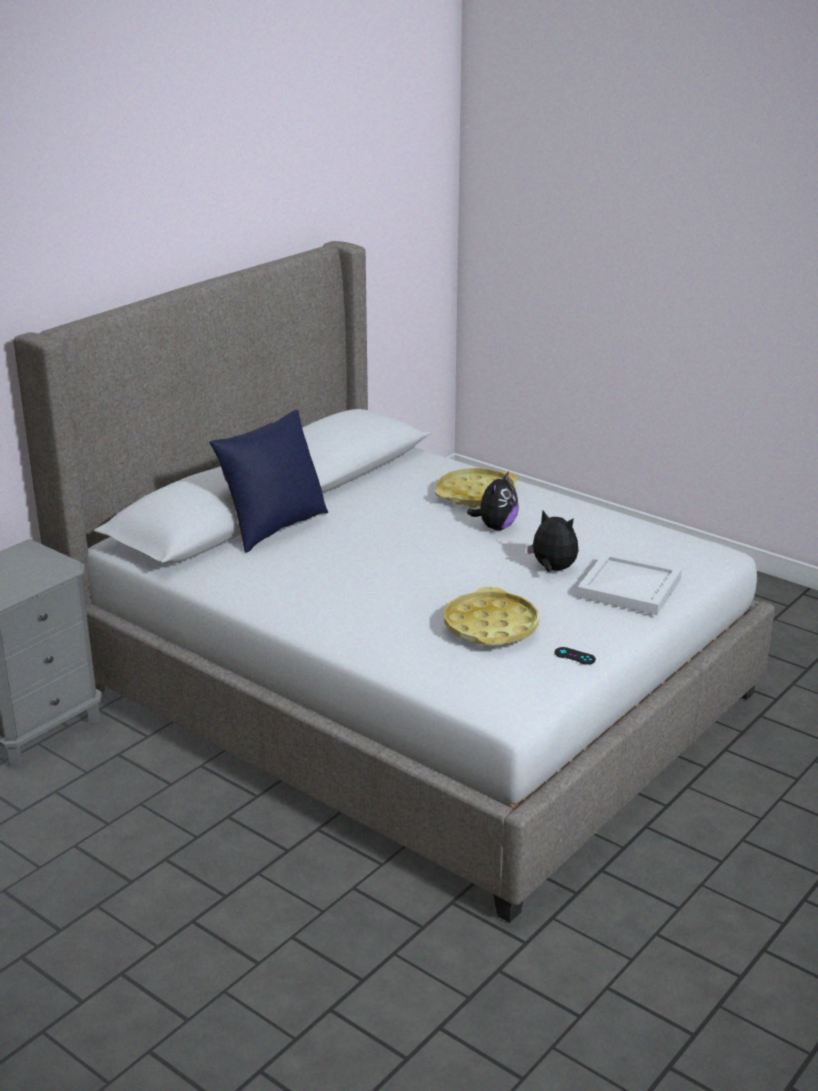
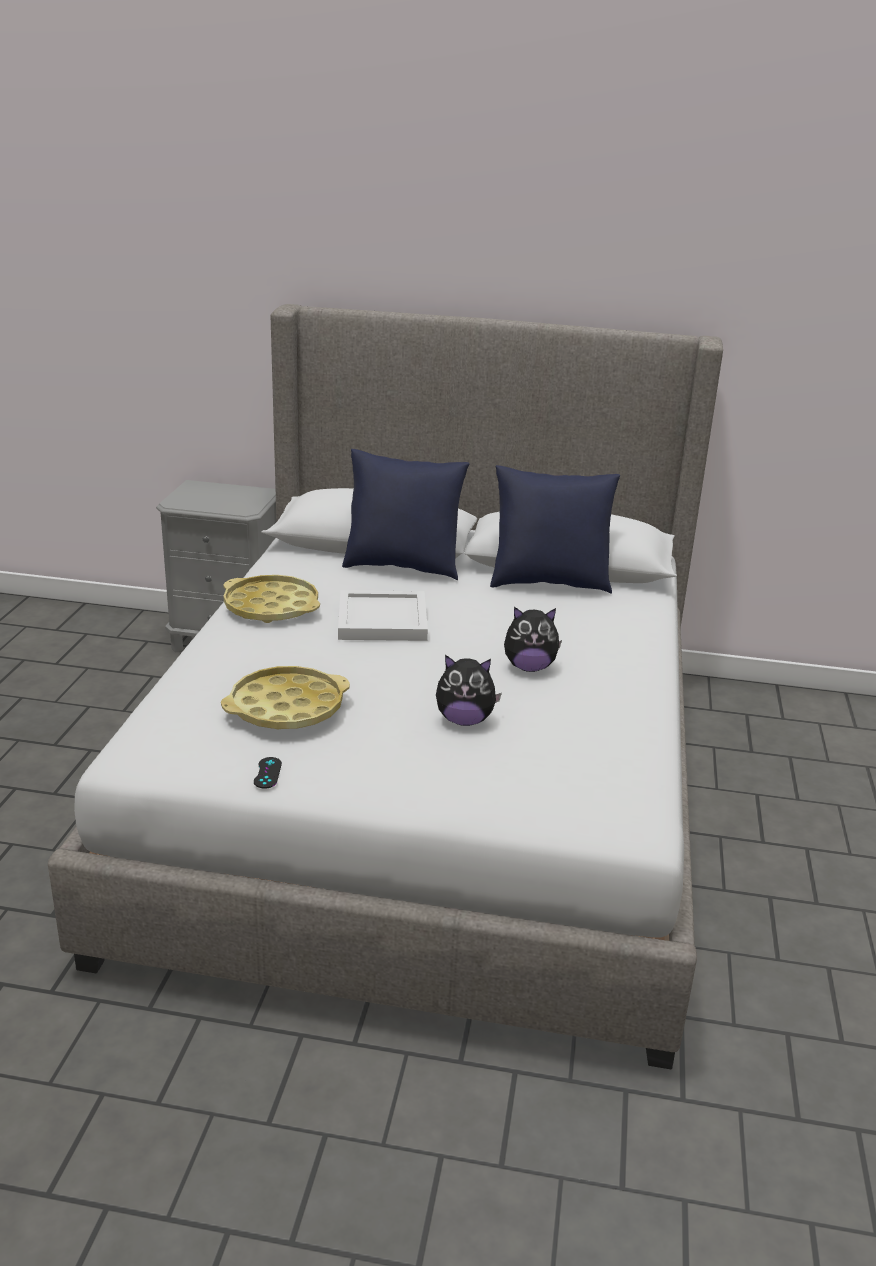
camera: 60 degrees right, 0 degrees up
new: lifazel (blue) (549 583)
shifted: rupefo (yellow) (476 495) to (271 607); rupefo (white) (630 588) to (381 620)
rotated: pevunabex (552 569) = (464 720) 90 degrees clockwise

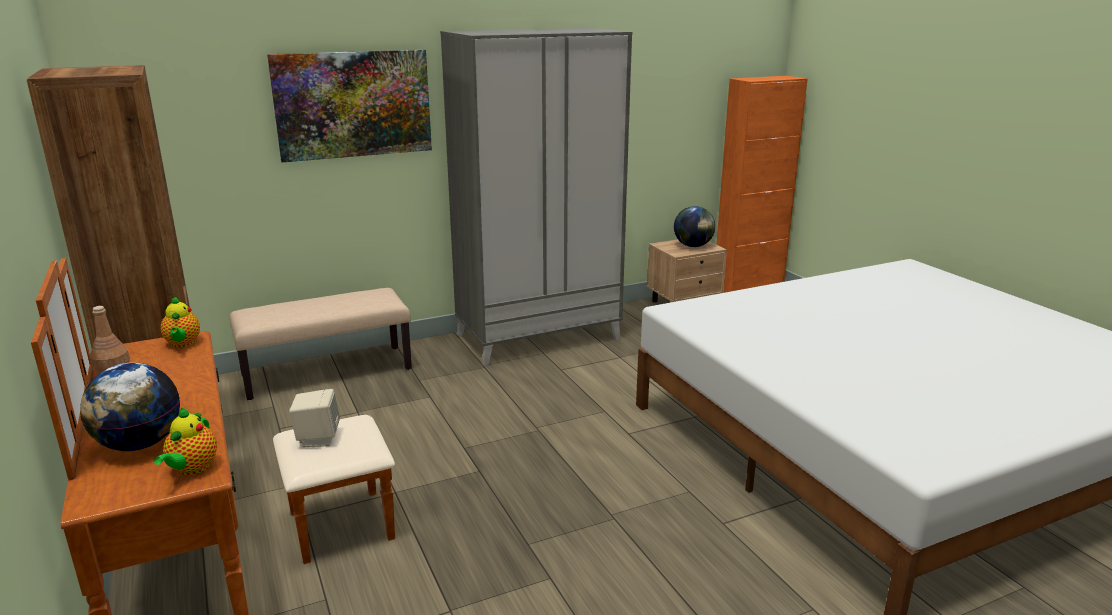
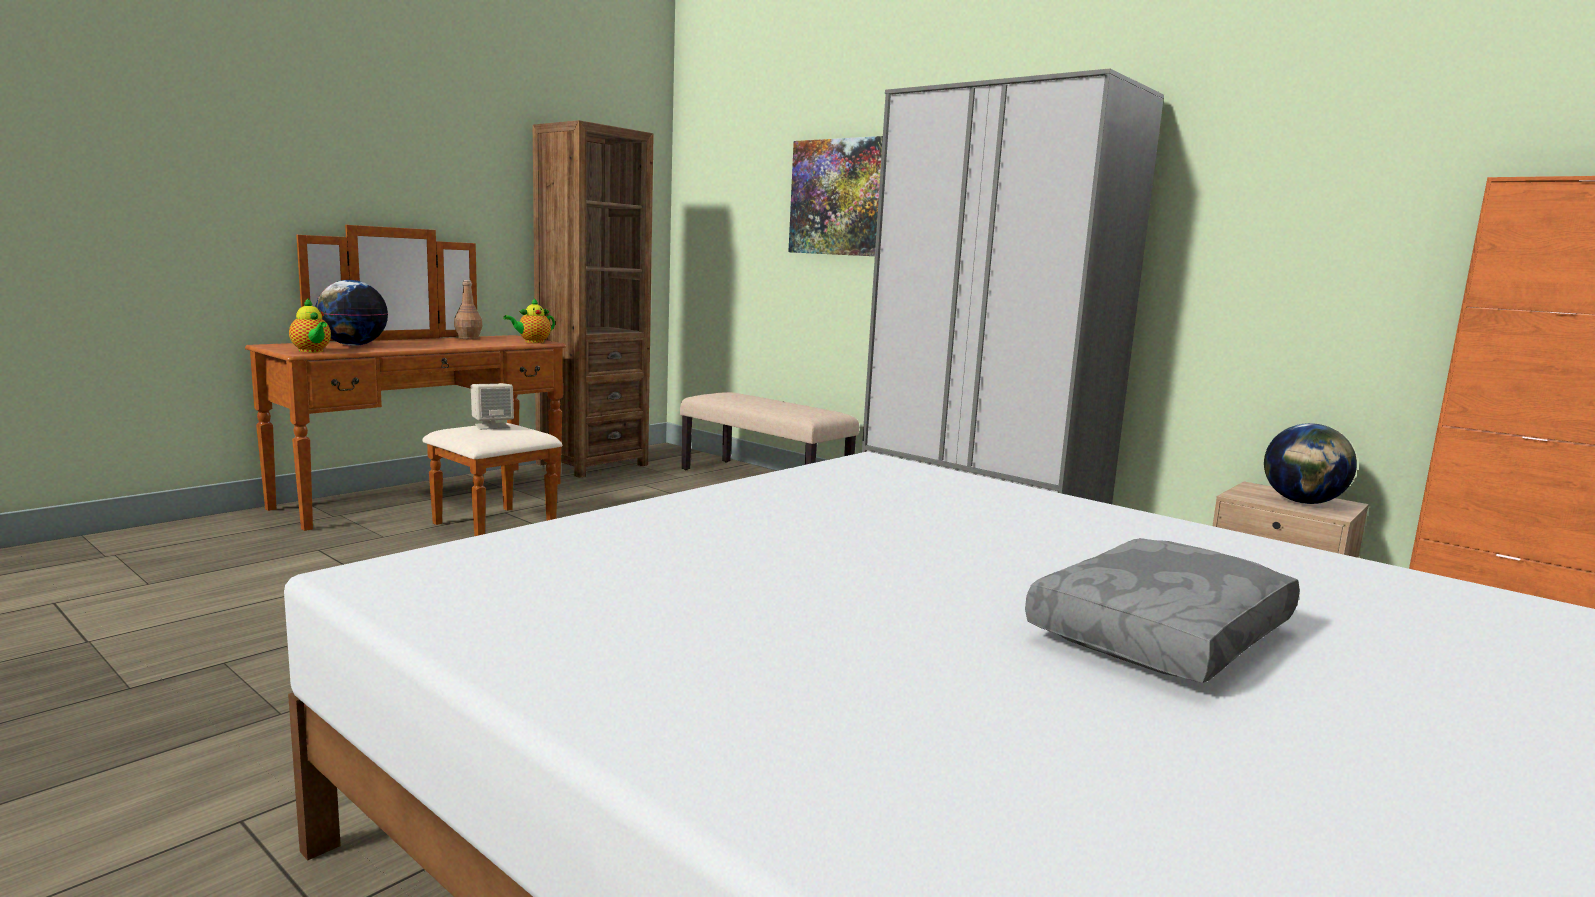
camera: 65 degrees right, 10 degrees down
new: lifazel (grey) (1164 635)
rotated: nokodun (192 469) = (312 351) 120 degrees counterclockwise

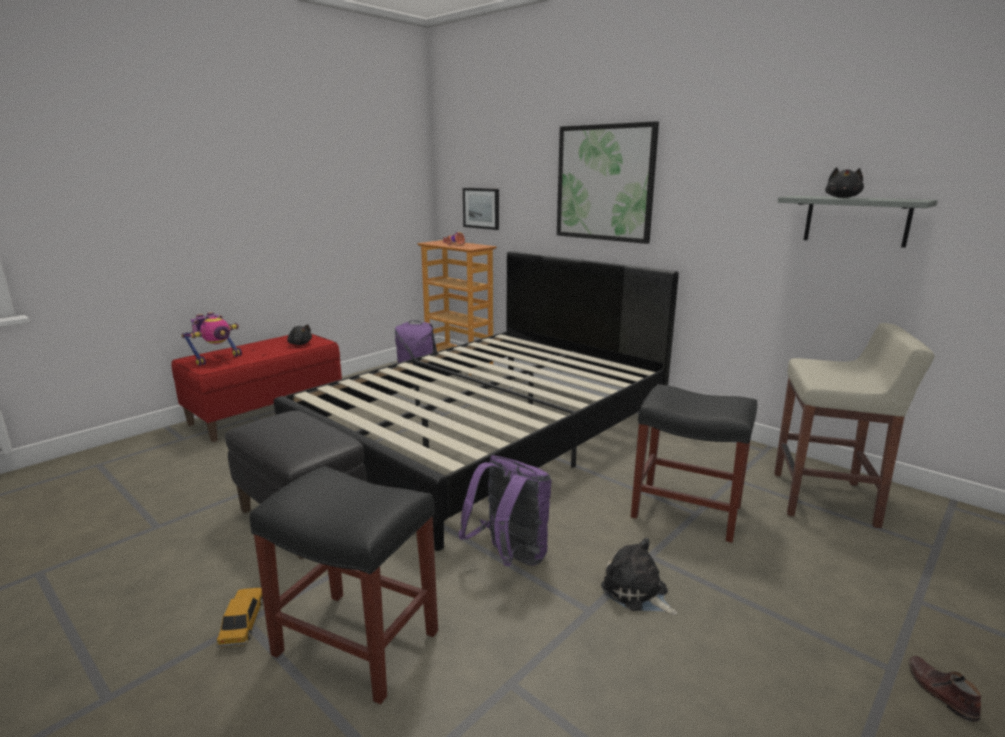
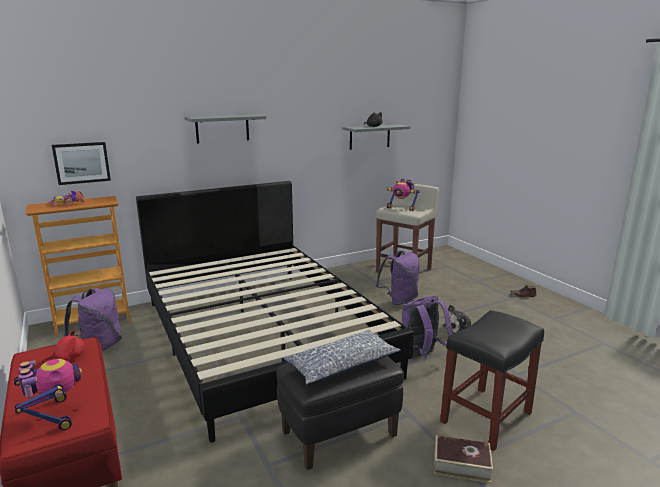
camera: 70 degrees left, 0 degrees up
new: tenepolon (402 208); lifazel (341 365)
swapped: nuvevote (604 183) to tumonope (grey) (222 128); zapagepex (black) (688 511) to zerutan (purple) (399 300); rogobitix (243 623) to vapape (461 464)
repainted: pevunabex (black) (300 344) to pevunabex (red) (68 357)

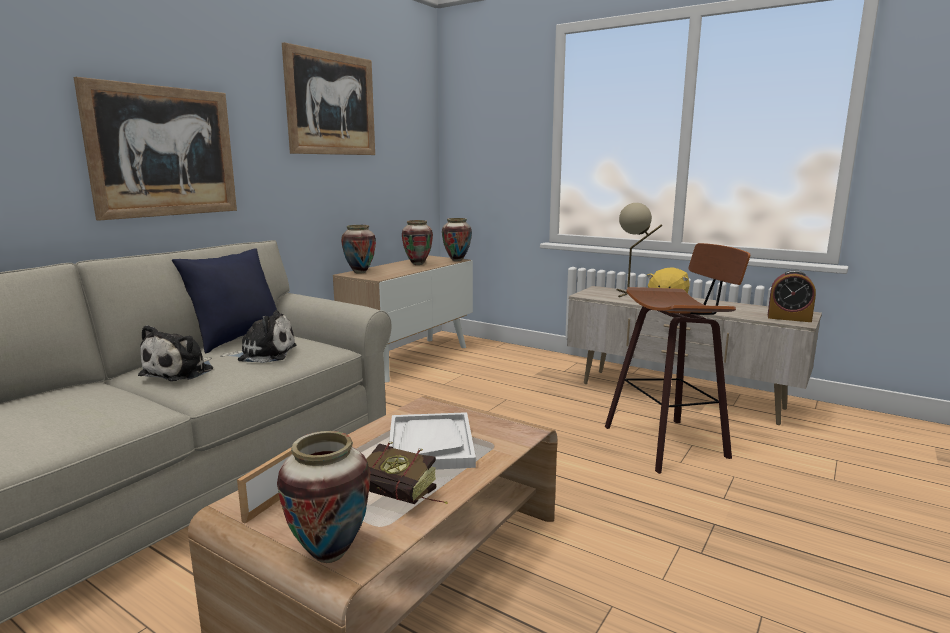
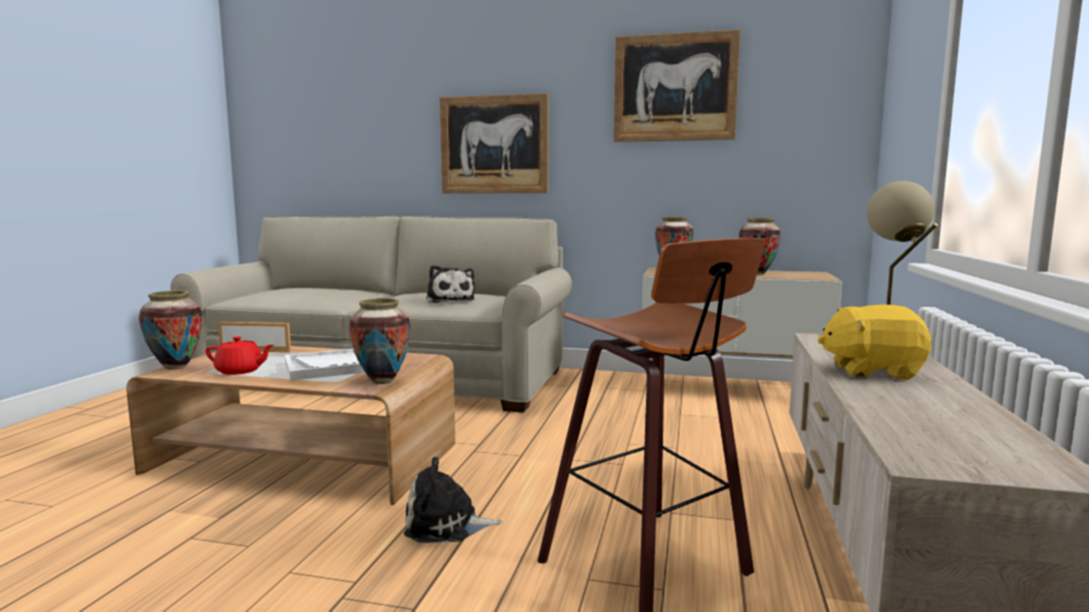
camera: 70 degrees right, 5 degrees down
gone: lifazel (blue) (236 339); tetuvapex (789 318)
shifted: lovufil (457 260) to (382 381); pevunabex (181 372) to (446 525)
swapped: vapape (403 499) to nokodun (red) (240 371)

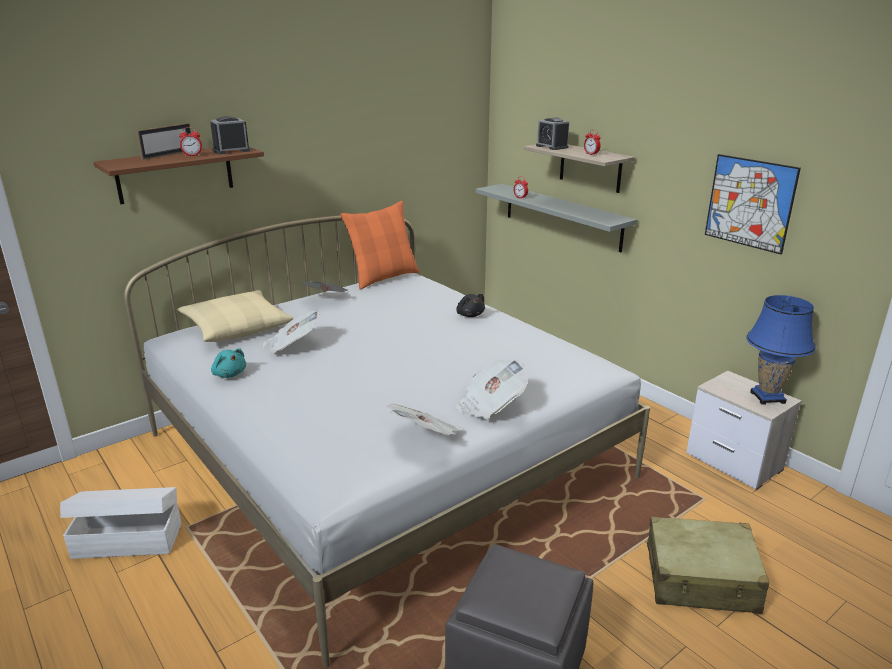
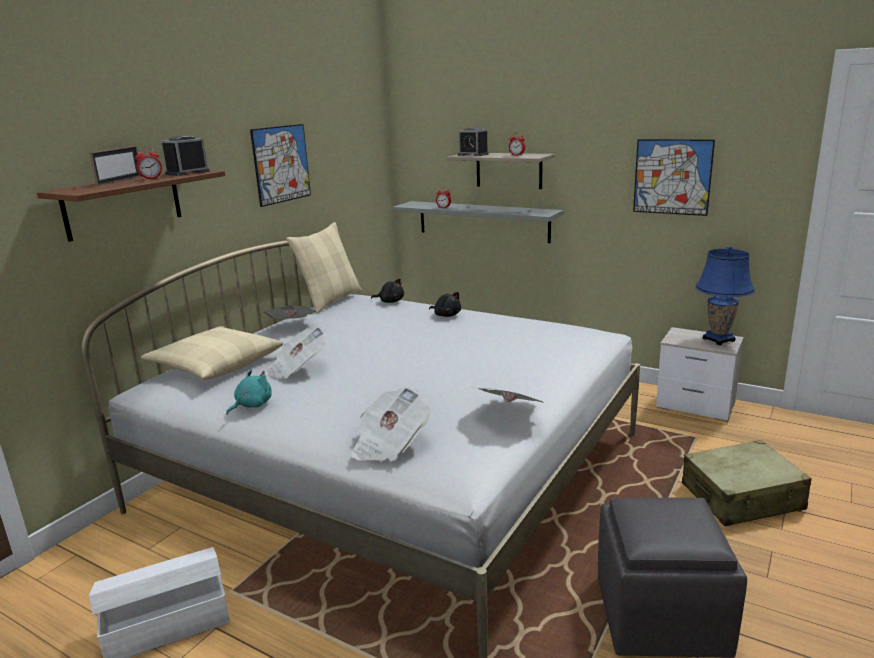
camera: 20 degrees left, 5 degrees down
new: nuvevote (281 164); pevunabex (black) (390 301)
shifted: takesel (490 405) to (389 444)
repainted: lifazel (orange) (383 277) to lifazel (beige) (330 300)
rotated: pevunabex (turquoise) (229 374) = (252 405) 75 degrees counterclockwise

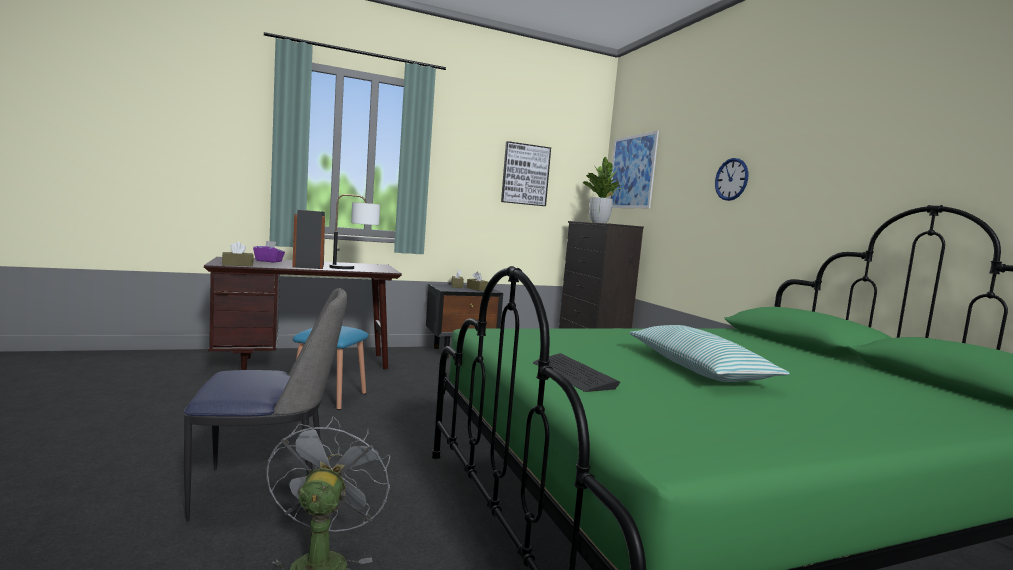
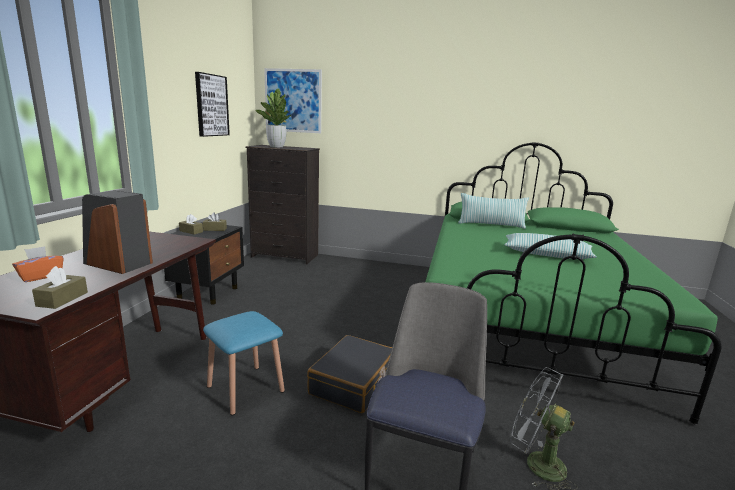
camera: 55 degrees left, 10 degrees up
gone: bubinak (731 179); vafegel (354 268); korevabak (573 375)
new: lifazel (491 225); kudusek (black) (354 383)
repainted: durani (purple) (269 261) to durani (orange) (41 276)

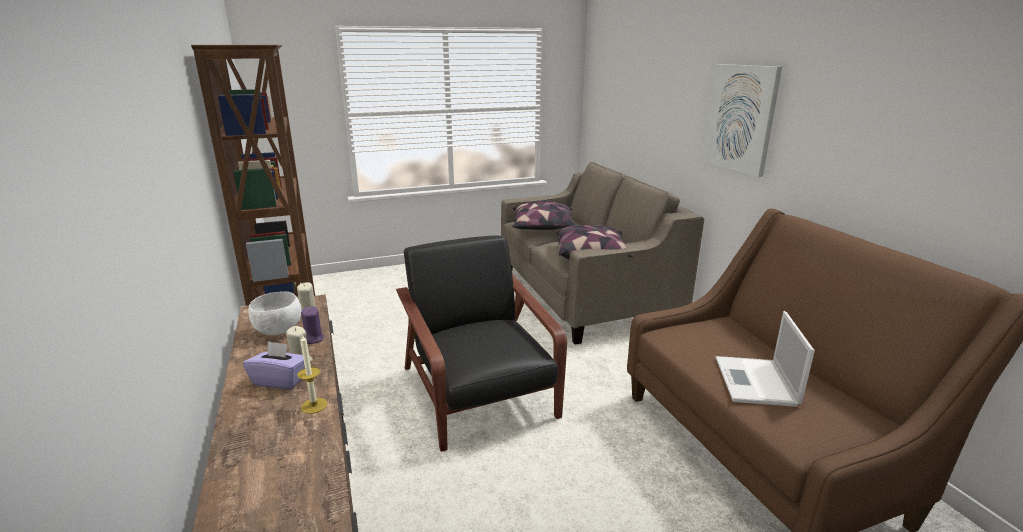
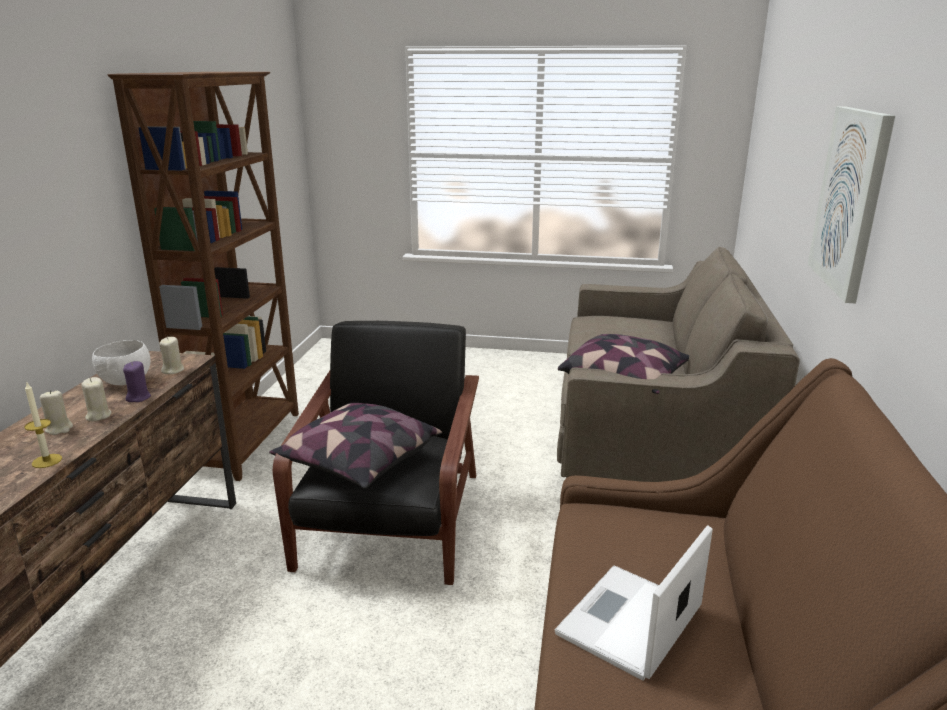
camera: 30 degrees right, 0 degrees up
shifted: lifazel (543 228) to (358 463)
swapped: durani (purple) (280 380) to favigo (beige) (59 429)

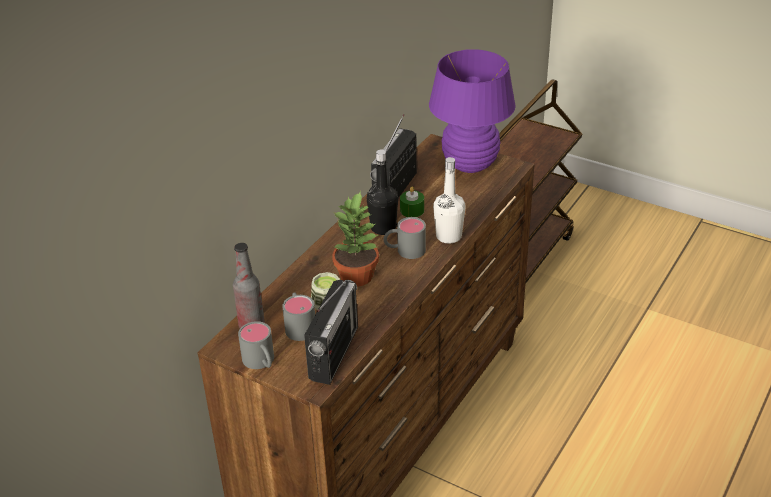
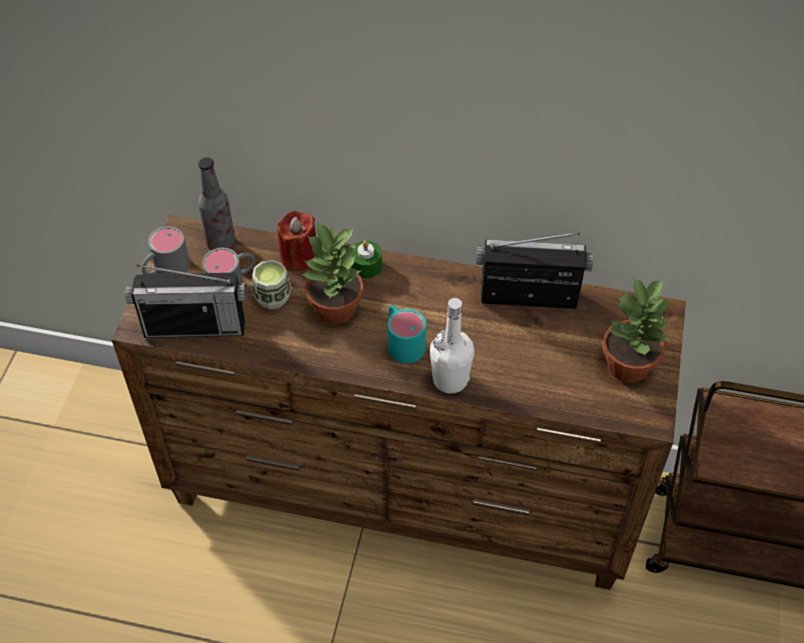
camera: 70 degrees right, 15 degrees up
gone: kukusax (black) (383 228)
new: favigo (red) (299 257)
shifted: favigo (green) (412 210) to (366 266)
swapped: vafegel (purple) (469 164) to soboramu (628 364)
repainted: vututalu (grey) (404 250) to vututalu (turquoise) (402 341)

